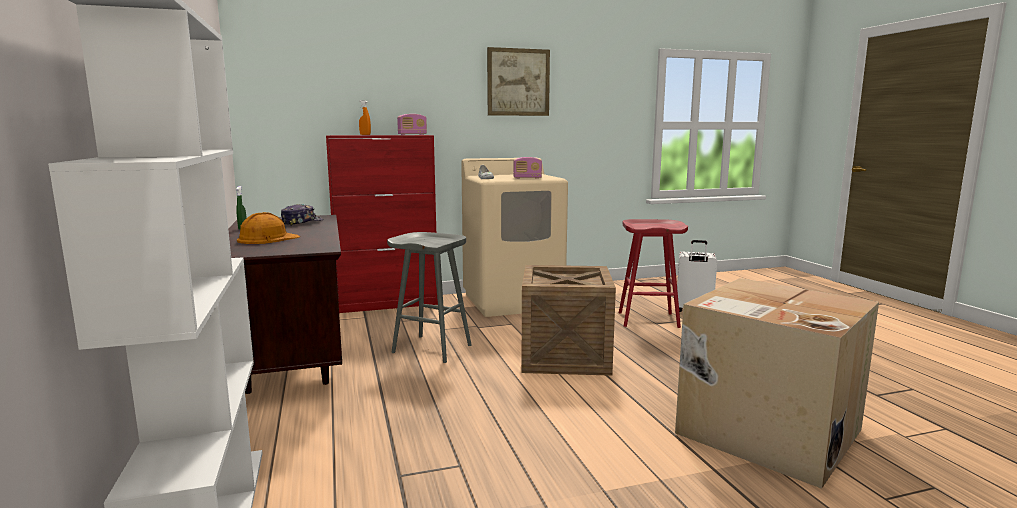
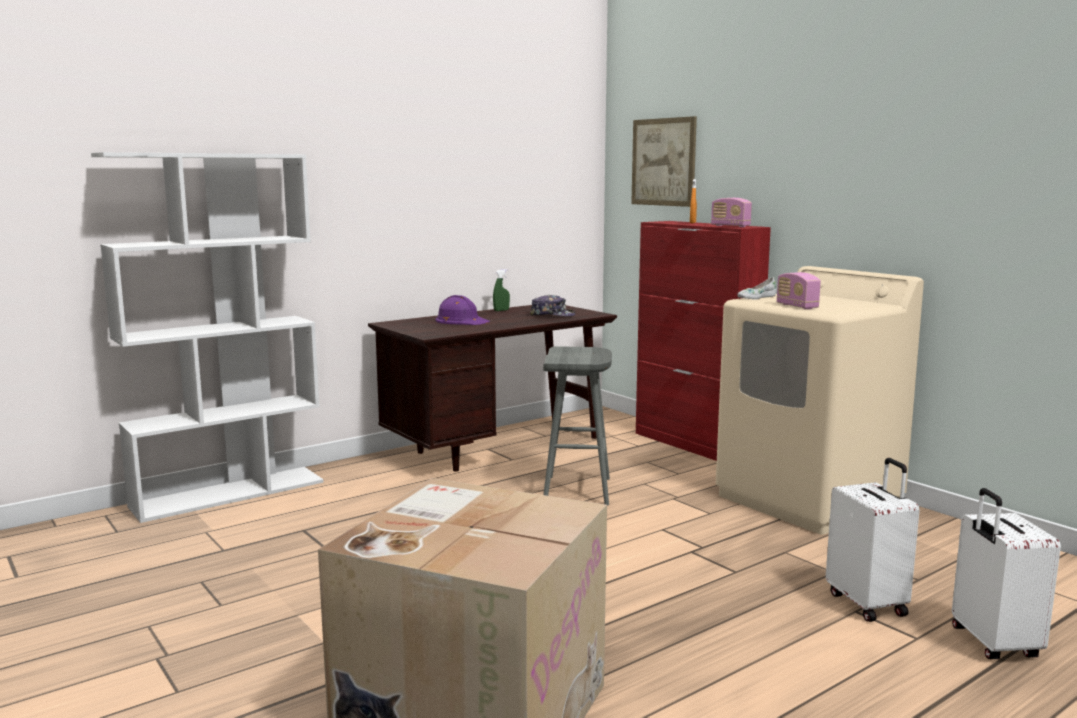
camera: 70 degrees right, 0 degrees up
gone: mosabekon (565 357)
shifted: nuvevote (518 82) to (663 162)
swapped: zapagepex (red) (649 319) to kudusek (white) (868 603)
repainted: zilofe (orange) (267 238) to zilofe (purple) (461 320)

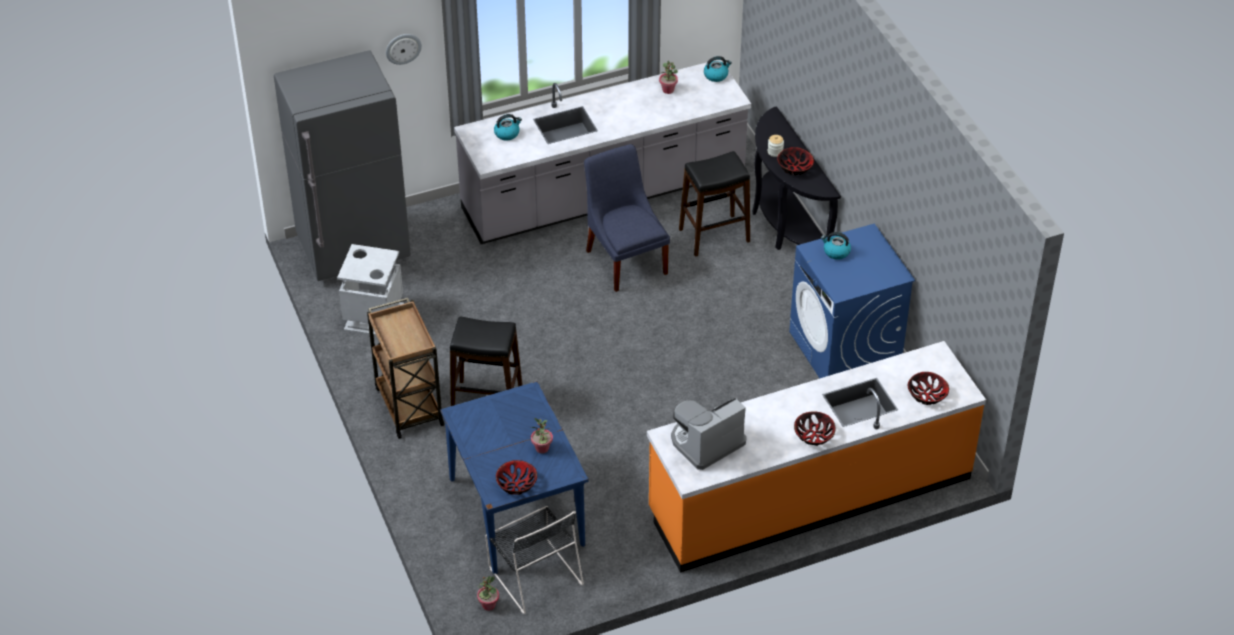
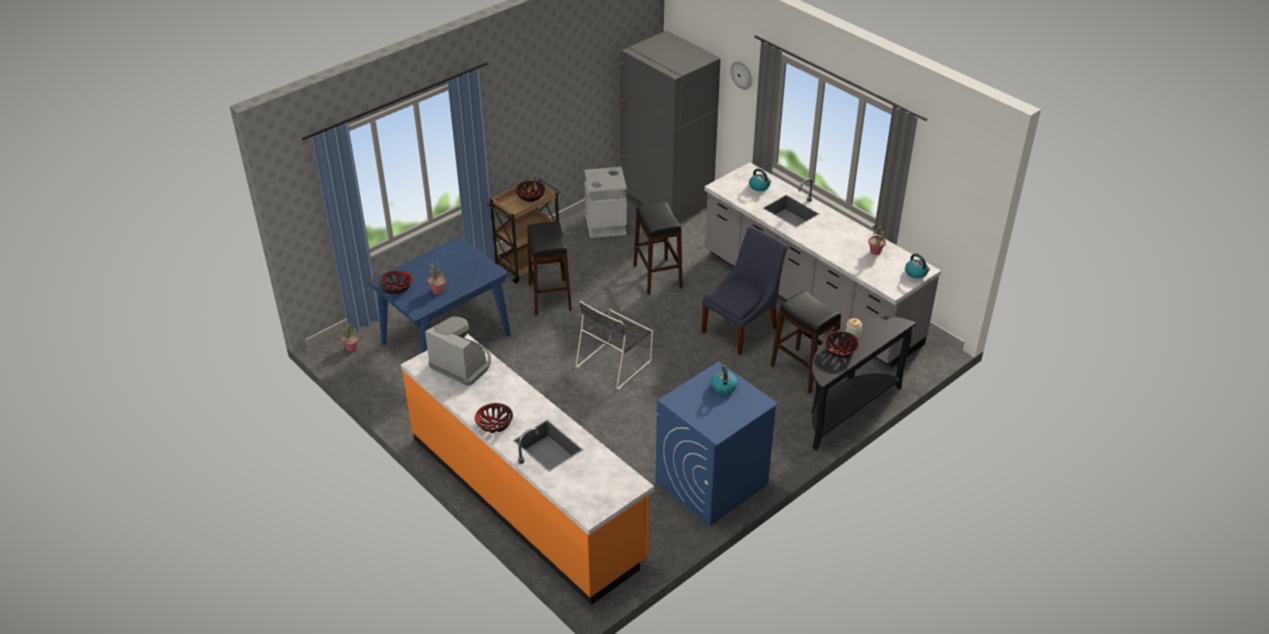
camera: 70 degrees right, 5 degrees down
new: zapagepex (black) (657 276)
shifted: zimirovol (927 395) to (530 197); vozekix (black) (534 574) to (615 363)

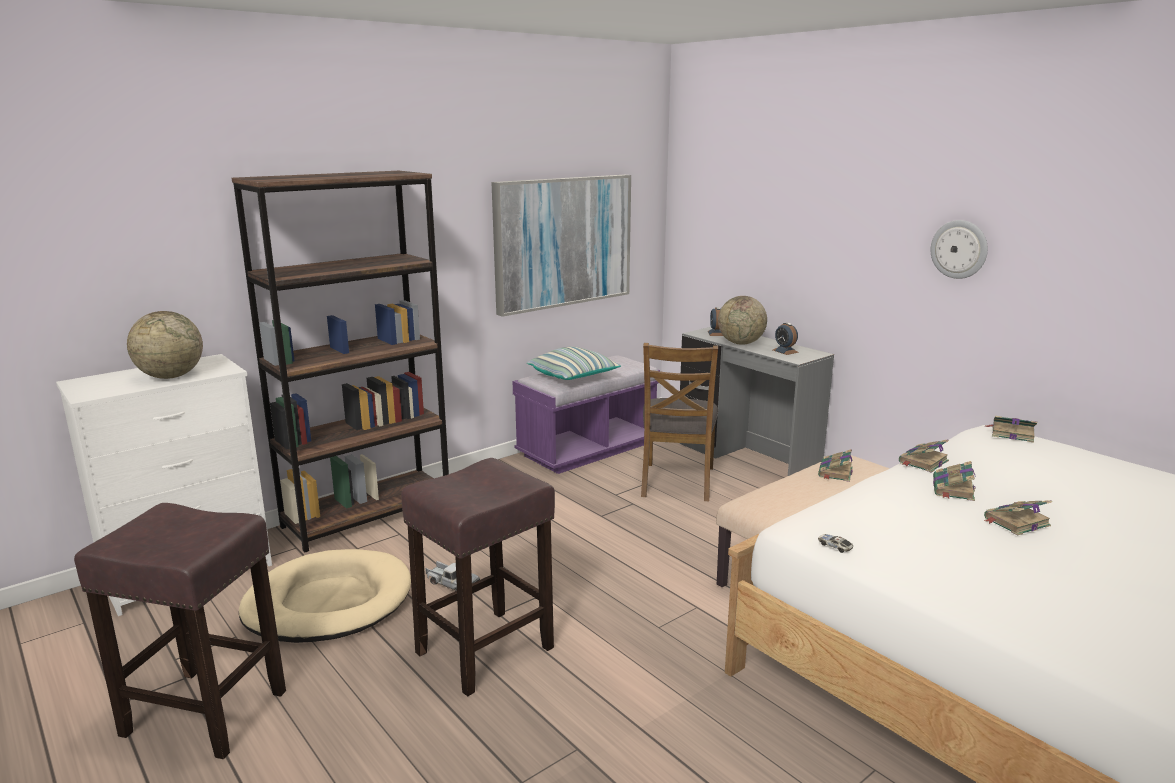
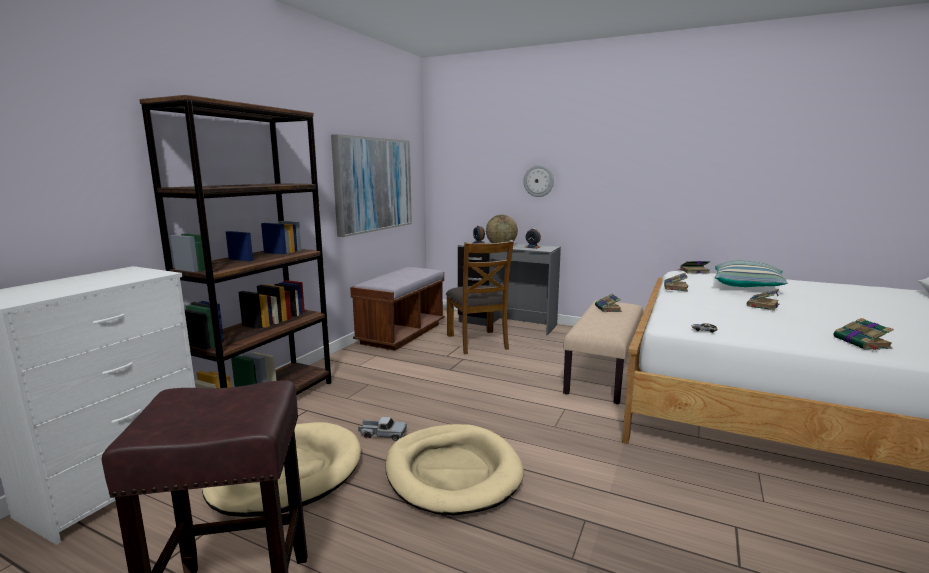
camera: 25 degrees left, 5 degrees down
gone: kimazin (170 376)
shifted: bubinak (959 249) to (538 181); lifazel (573 377) to (747 286); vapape (953 489) to (862 343)
swapped: zapagepex (brown) (486 649) to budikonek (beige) (453 472)
repainted: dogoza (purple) (587 450) to dogoza (brown) (401 334)

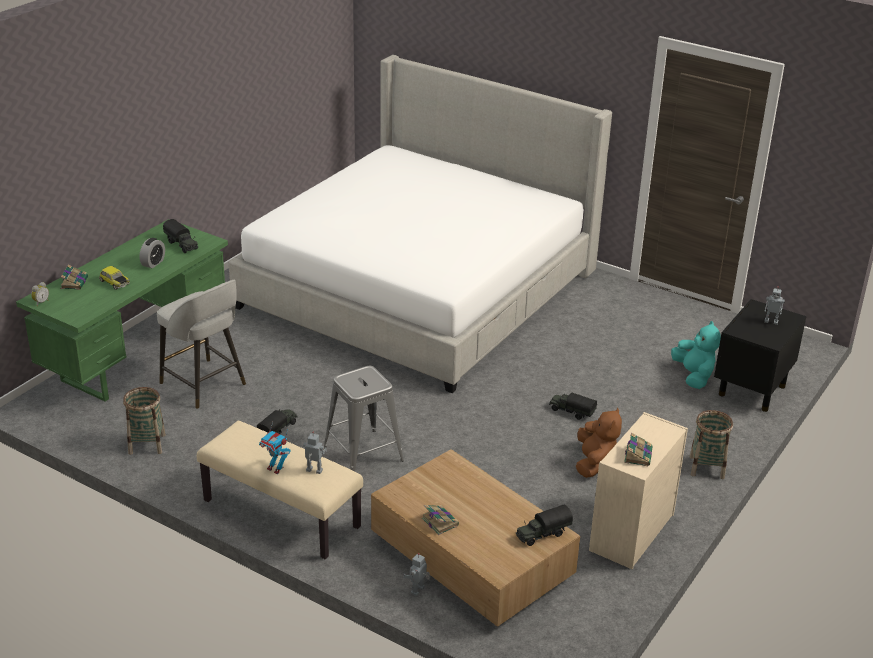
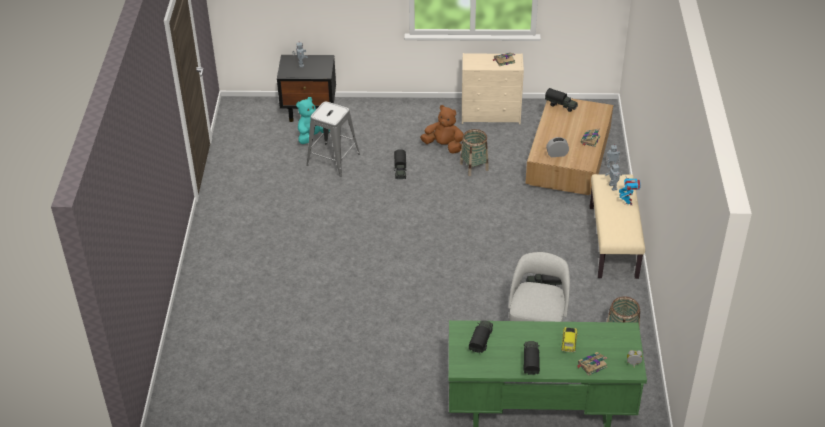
camera: 120 degrees left, 10 degrees up
gone: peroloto (419 289)
new: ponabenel (531 362)
shifted: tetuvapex (153 263) to (557 154); zapagepex (grey) (362 454) to (333 160); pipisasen (706 467) to (474 167)
rotated: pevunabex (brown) (594 463) = (444 146) 45 degrees clockwise

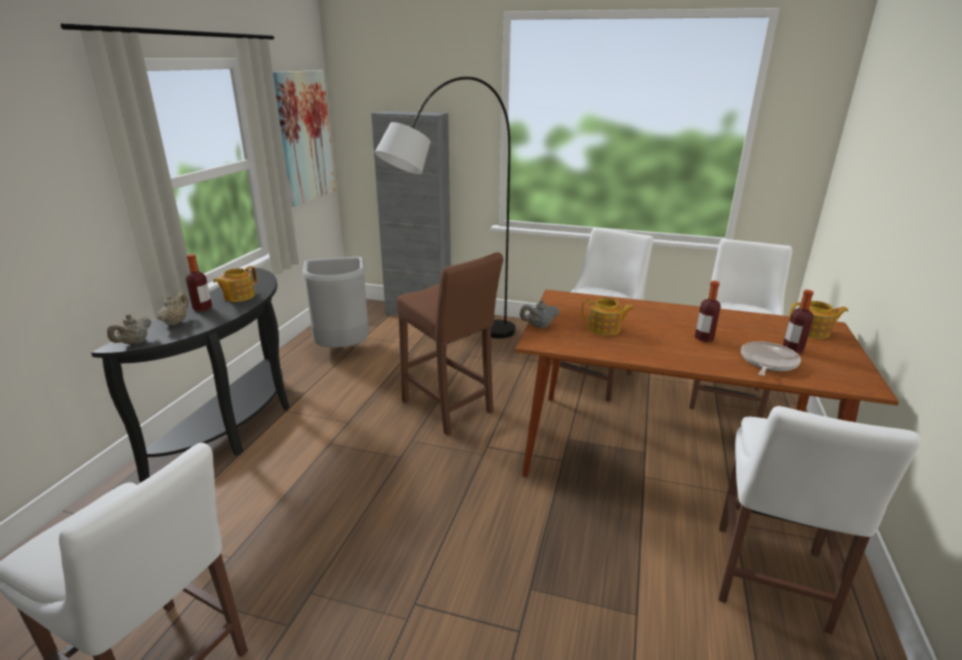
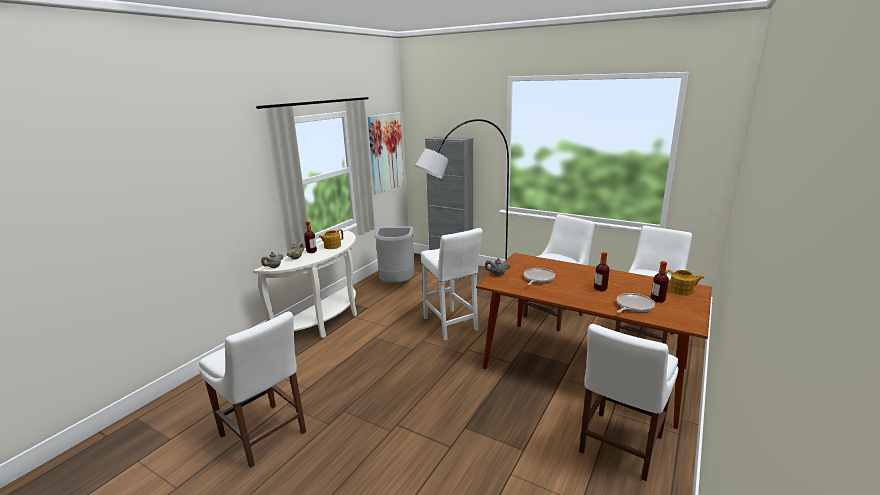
camera: 15 degrees right, 5 degrees down
swapped: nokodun (604 329) to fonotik (538 279)
repainted: zapagepex (brown) (449 409) to zapagepex (white) (451 325); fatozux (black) (238 425) to fatozux (white) (326 322)

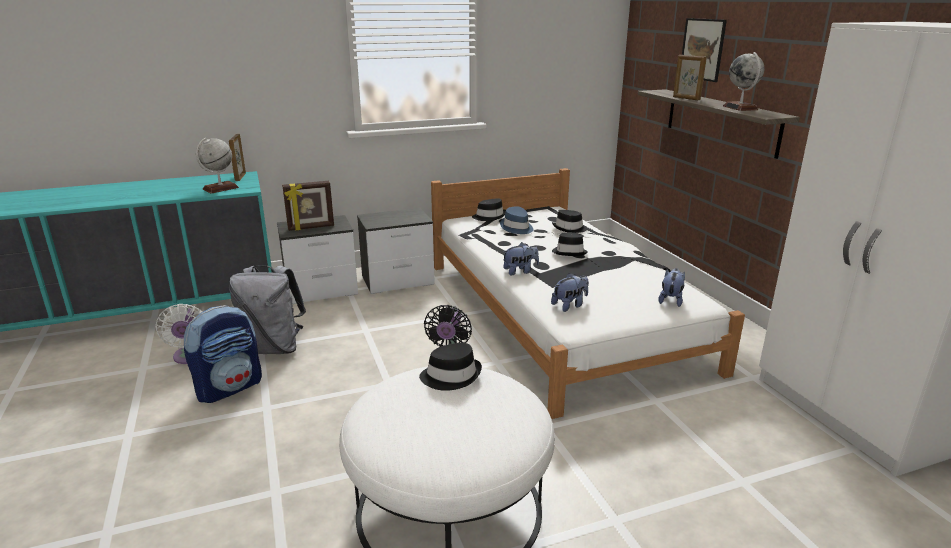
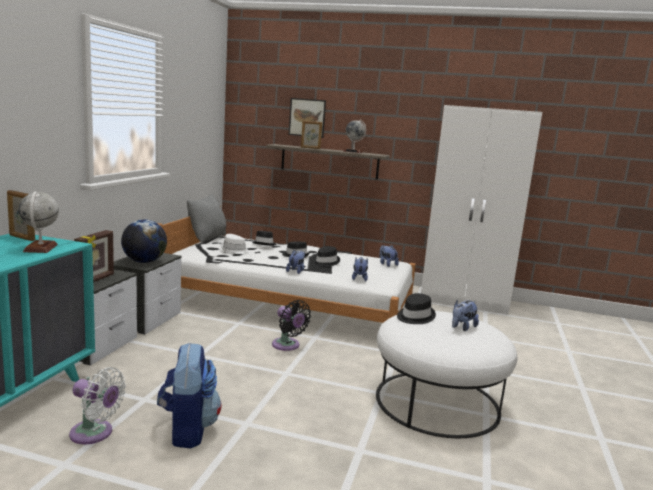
camera: 55 degrees left, 10 degrees down
gone: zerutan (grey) (273 348)
new: lifazel (grey) (207 238); kimazin (144 262); pevunabex (462 328)
shifted: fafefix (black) (489 216) to (325 262)
repainted: fafefix (blue) (517 228) to fafefix (white) (234 250)

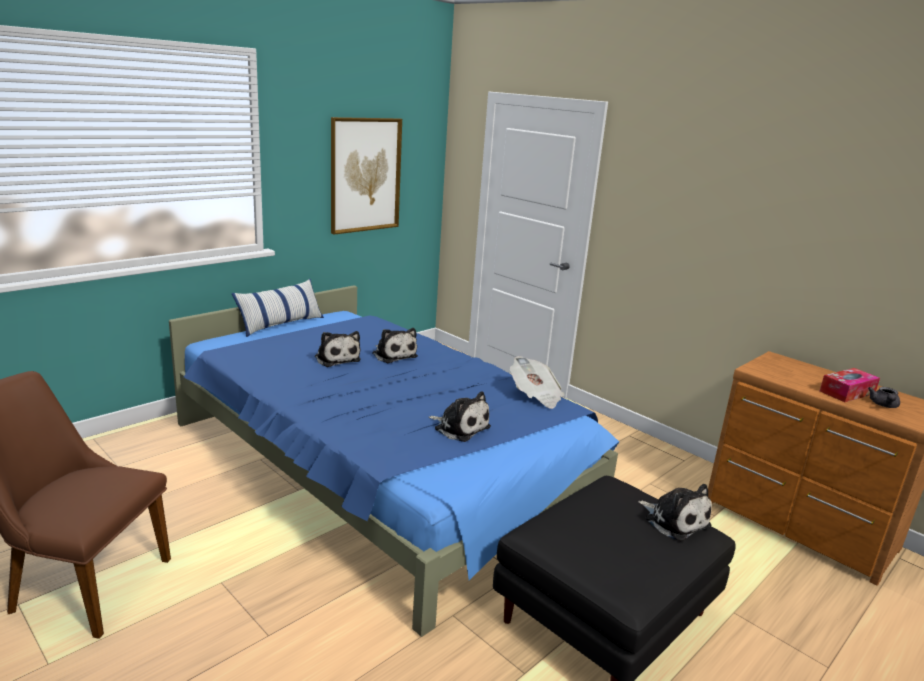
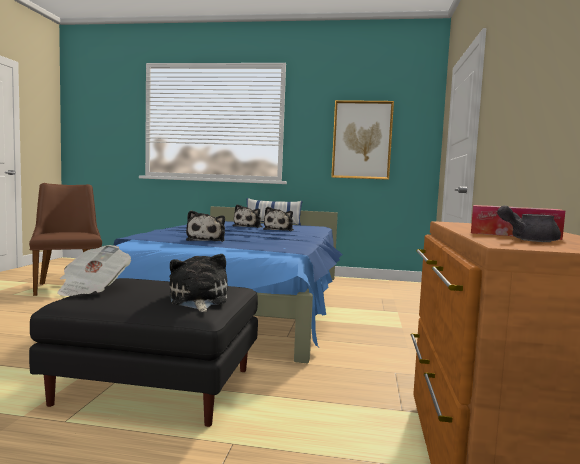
camera: 55 degrees right, 15 degrees down
shifted: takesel (535 396) to (92 288)
rotated: pevunabex (674 521) = (198 300) 150 degrees clockwise

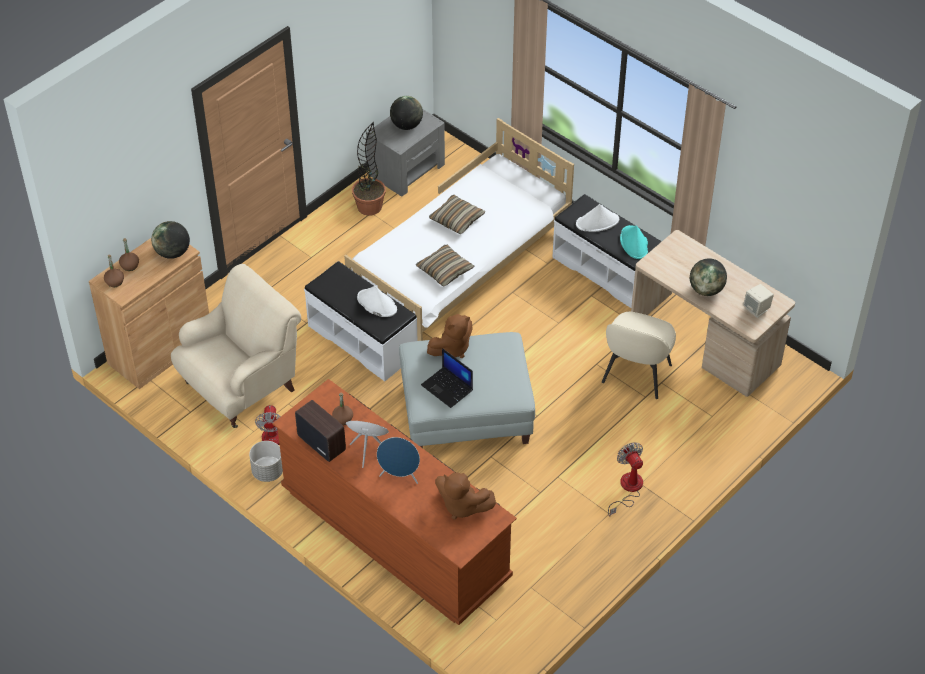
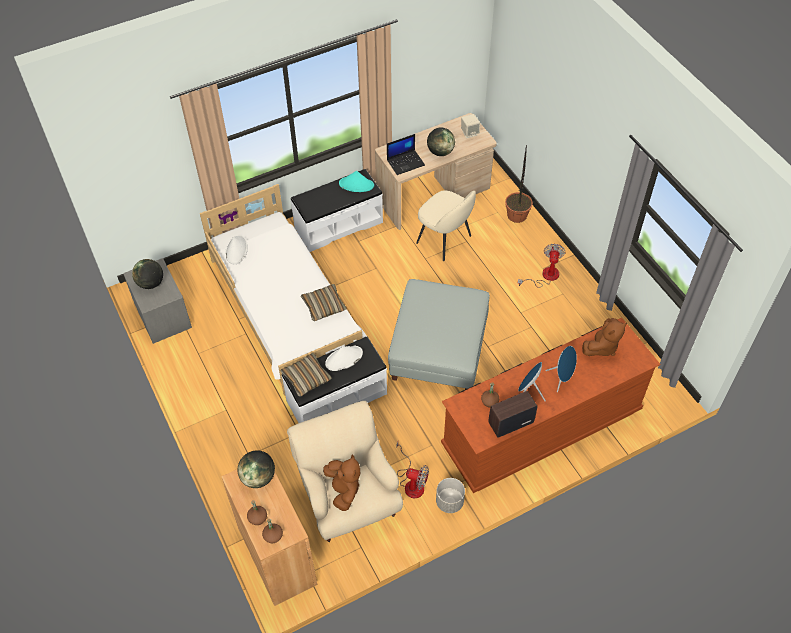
camera: 70 degrees left, 5 degrees up
shifted: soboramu (369 207) to (517 215); lifazel (457 219) to (306 378); fafefix (white) (597 222) to (236 250); pevunabex (brown) (452 348) to (344 490); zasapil (448 388) to (406 162)
rotated: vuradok (628 489) = (545 276) 105 degrees clockwise

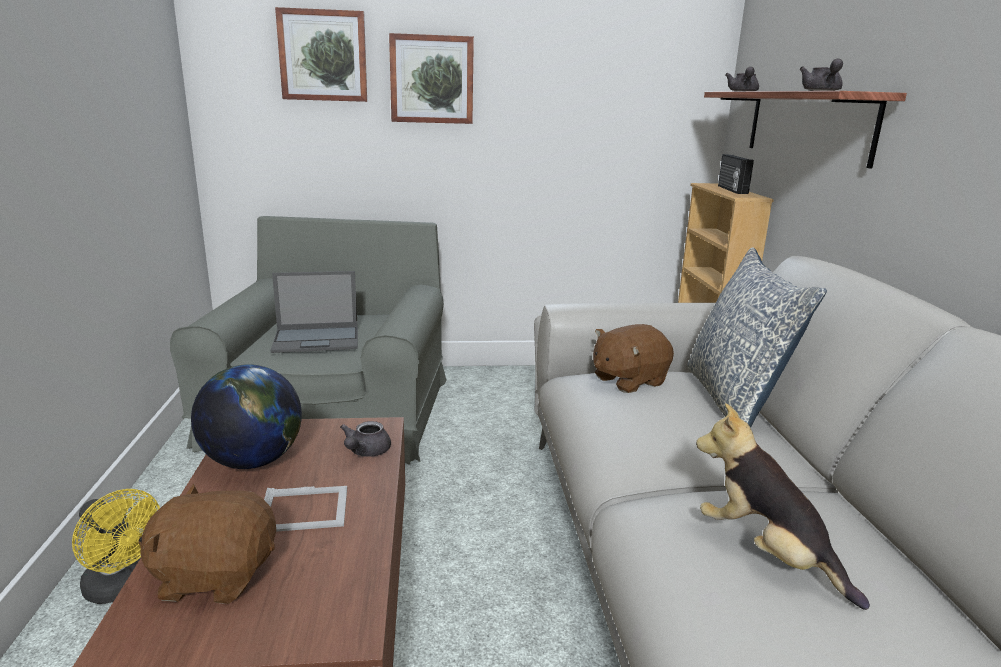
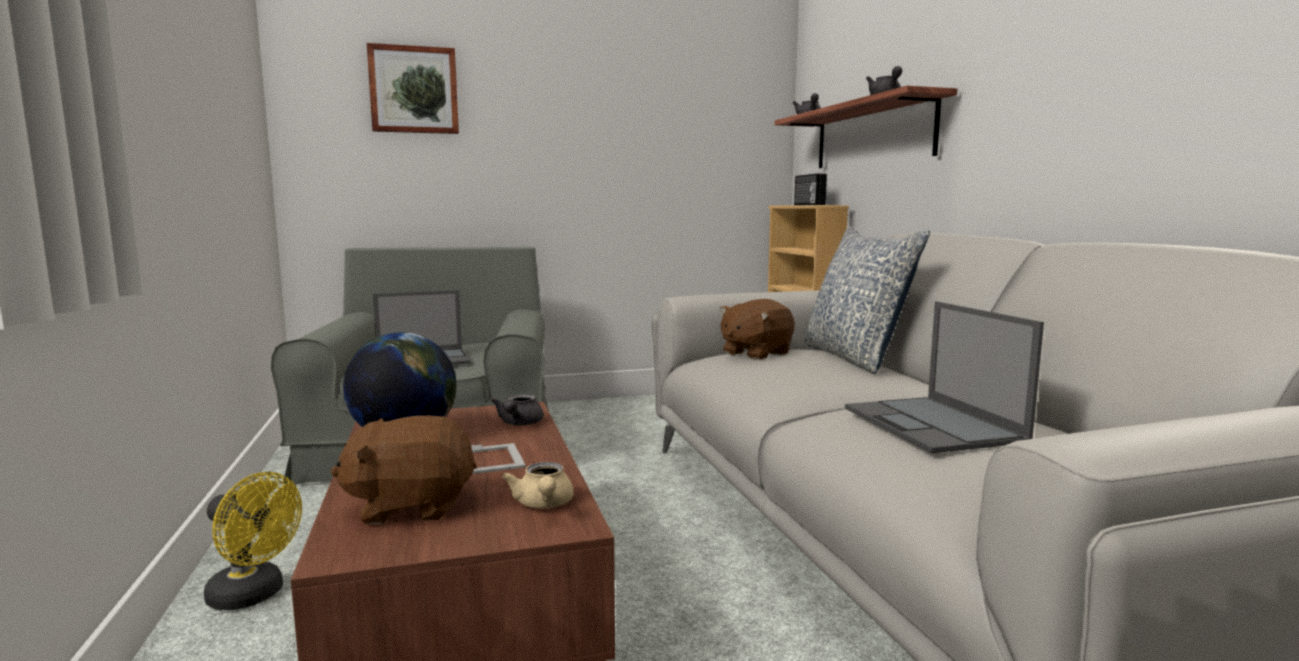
camera: 10 degrees left, 10 degrees down
gone: nuvevote (431 79)
new: nokodun (beige) (543 505)
swapped: pevunabex (766 553) to zasapil (933 425)

